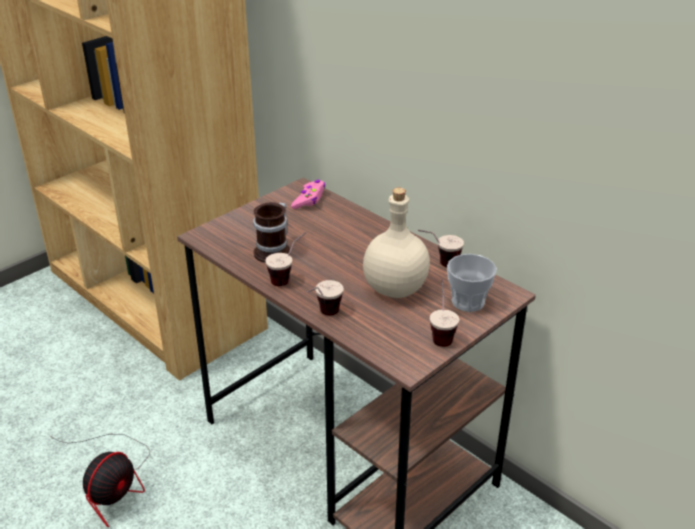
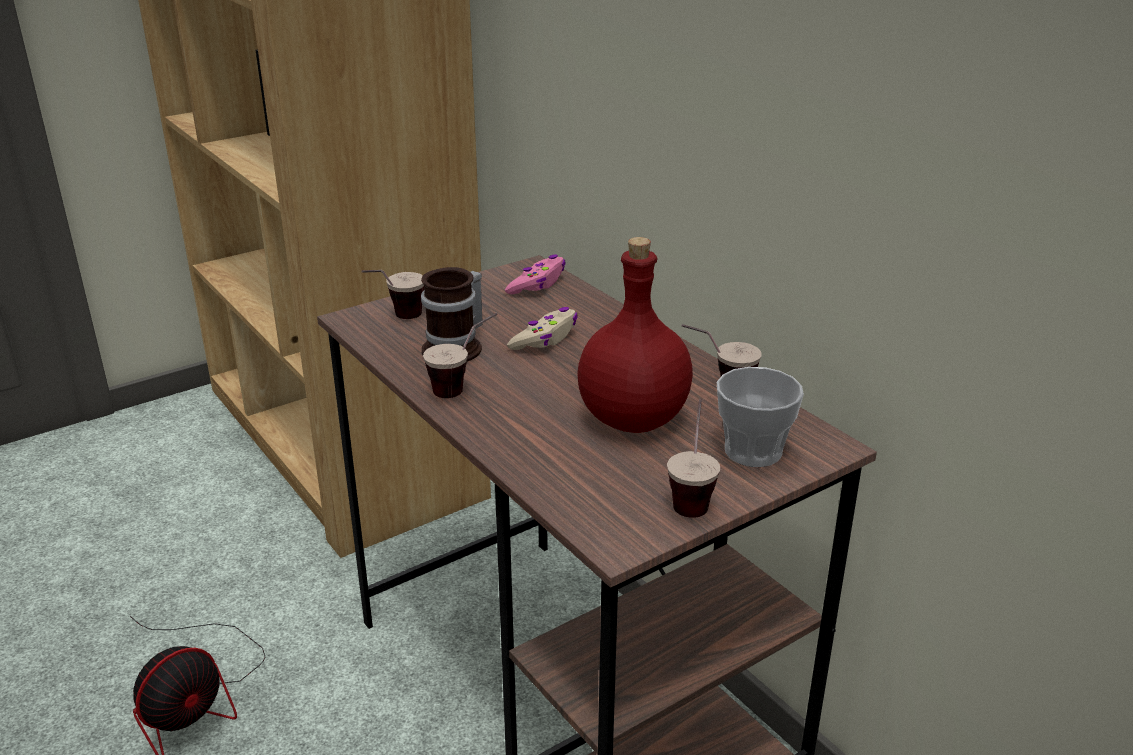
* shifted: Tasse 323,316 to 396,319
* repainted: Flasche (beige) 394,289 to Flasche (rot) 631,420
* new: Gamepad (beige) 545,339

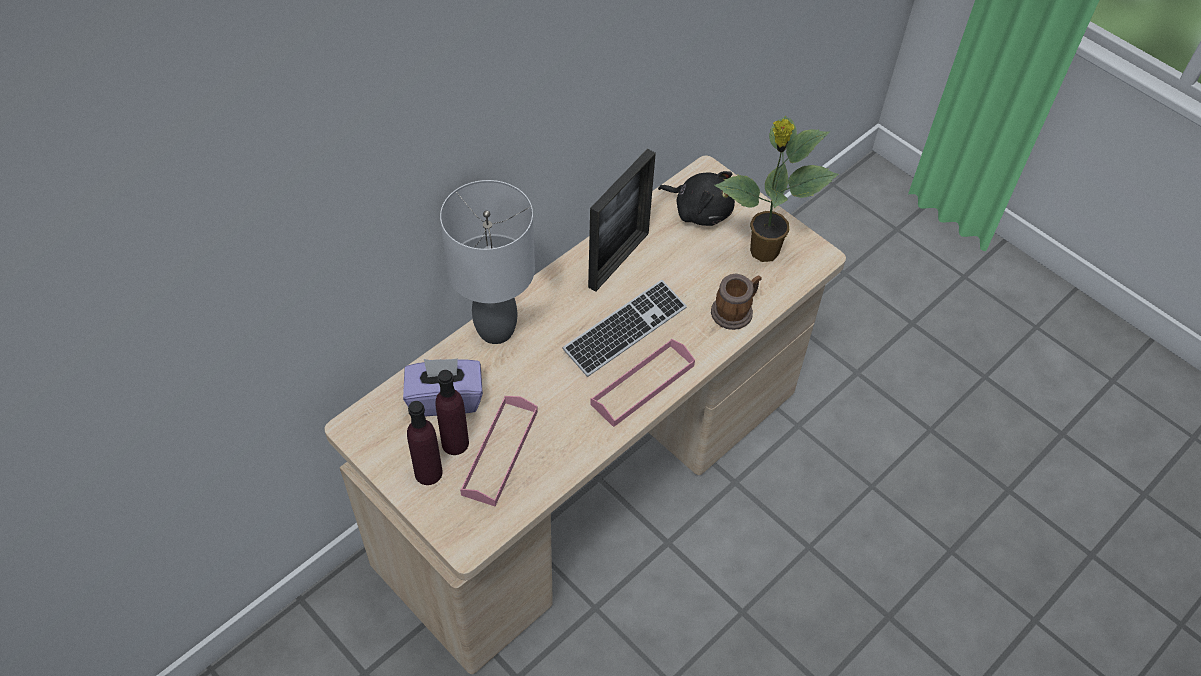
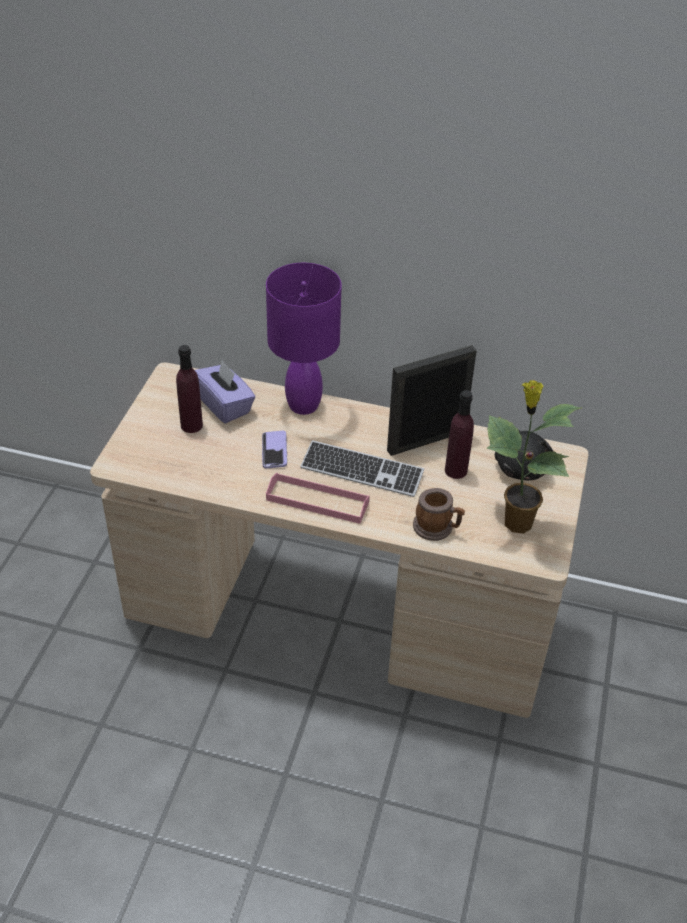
* shifted: Flasche (lila) 428,472 to 456,470
* repainted: Tischlampe (grau) 497,330 to Tischlampe (lila) 304,405
* gone: Tablett (rosa) 500,452
* rotated: Bilderrahmen 618,260 = 426,441 150 degrees clockwise
* new: Handy 274,450

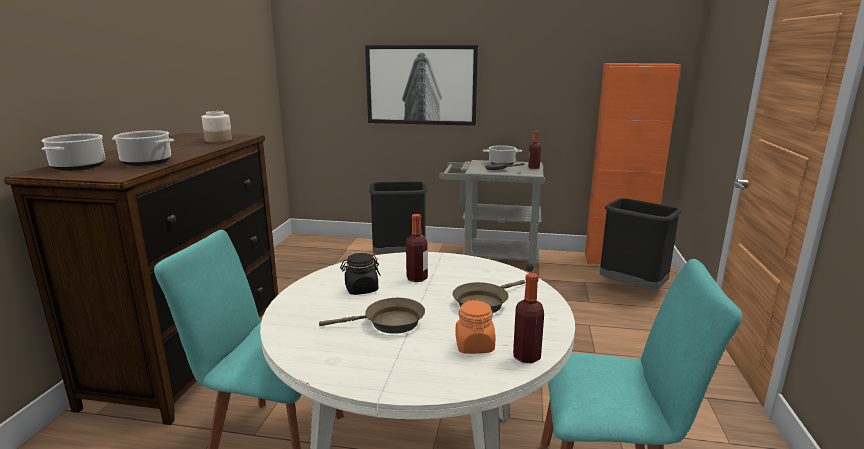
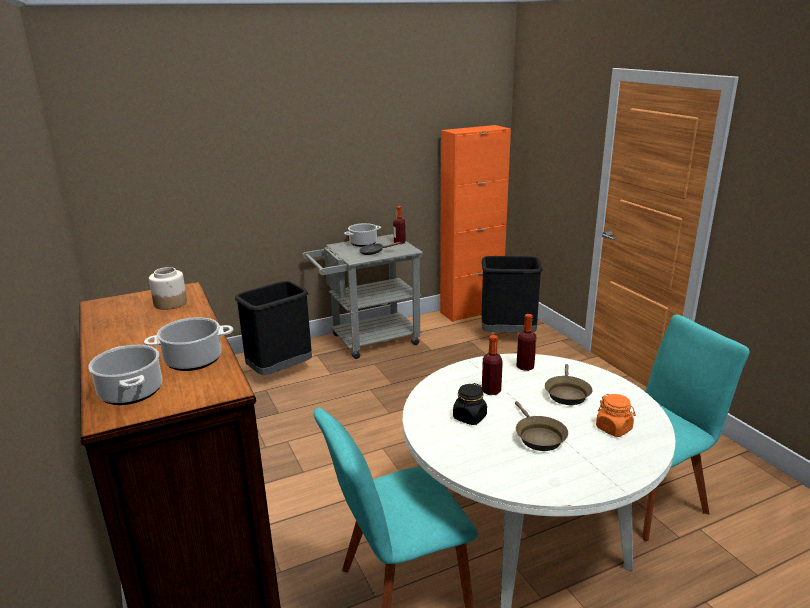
* rotated: Pfanne (braun) 389,323 = 538,436 120 degrees clockwise
* gone: Bild 421,85
* shifted: Flasche 526,356 to 525,367

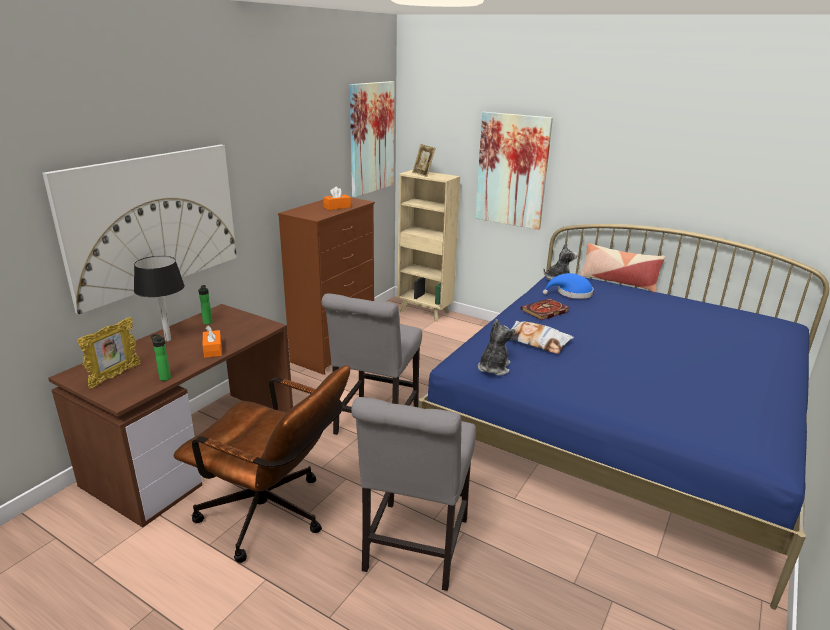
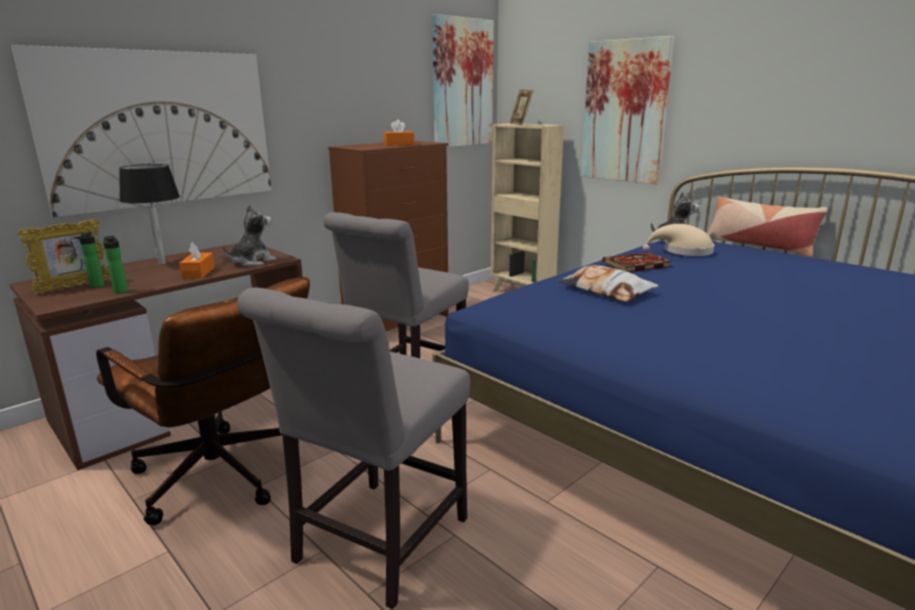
* shifted: Flasche 207,323 to 95,287
* shifted: Plüschtier 493,368 to 252,262
* repainted: Hut (blau) 571,293 to Hut (beige) 683,252

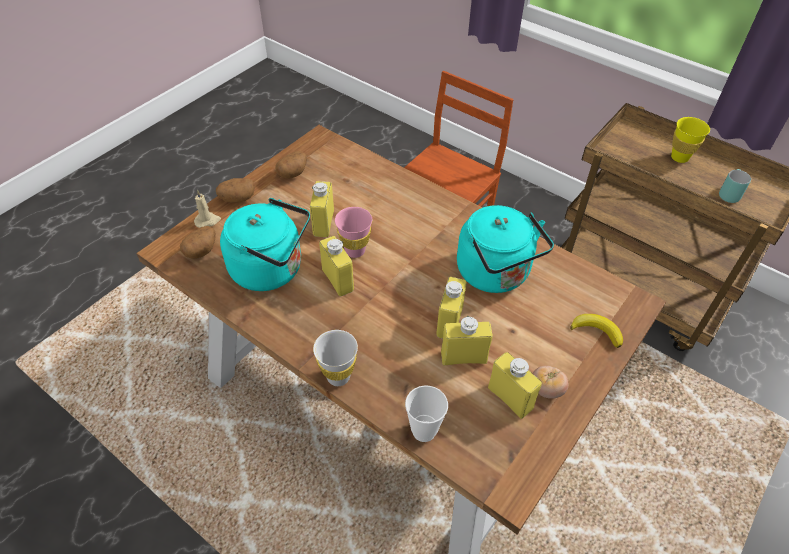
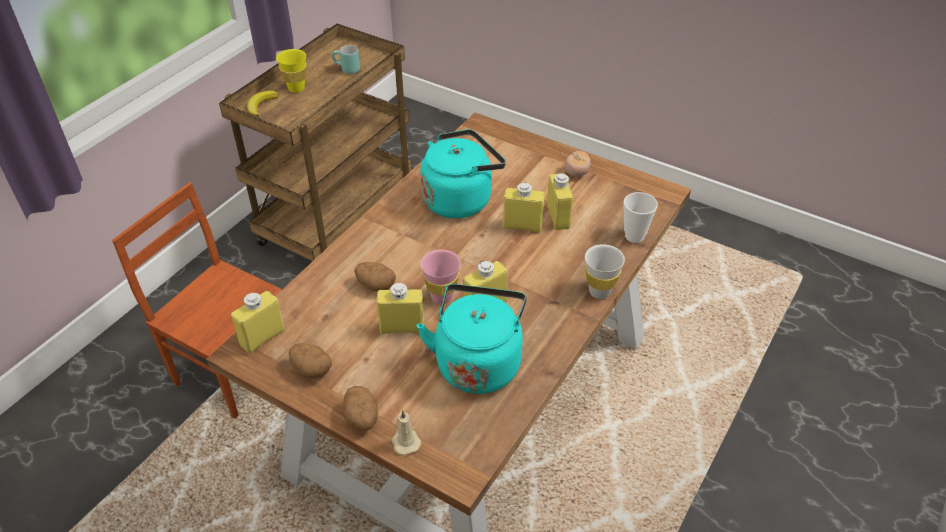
* shifted: Kartoffel 201,251 to 375,285
* shifted: Flasche (gelb) 510,398 to 262,337
* shifted: Banane 597,331 to 261,105

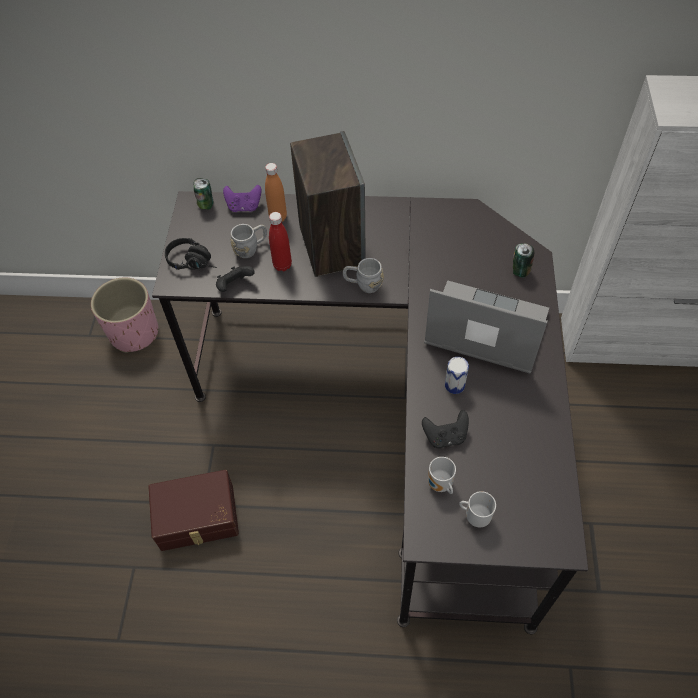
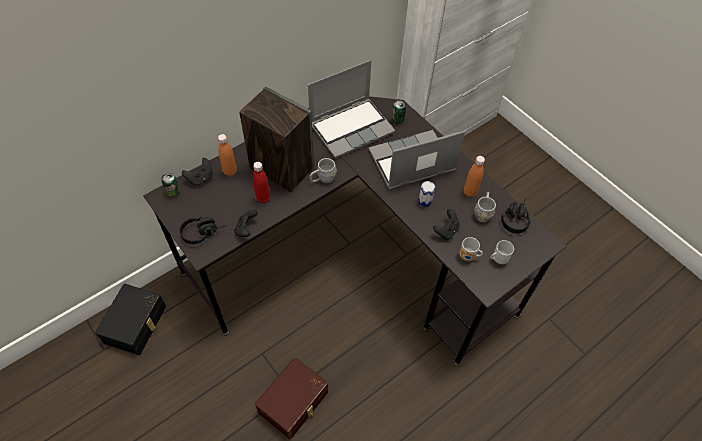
* swapped: Pflanzkübel (rosa) 134,332 to Aufbewahrungsbox (schwarz) 136,324
* repainted: Gamepad (lila) 244,207 to Gamepad (schwarz) 200,178
* shifted: Henkelbecher (grau) 251,248 to 483,212
* new: Laptop 352,128
* new: Flasche (orange) 470,192
* new: Kopfhörer (schwarz) 514,218

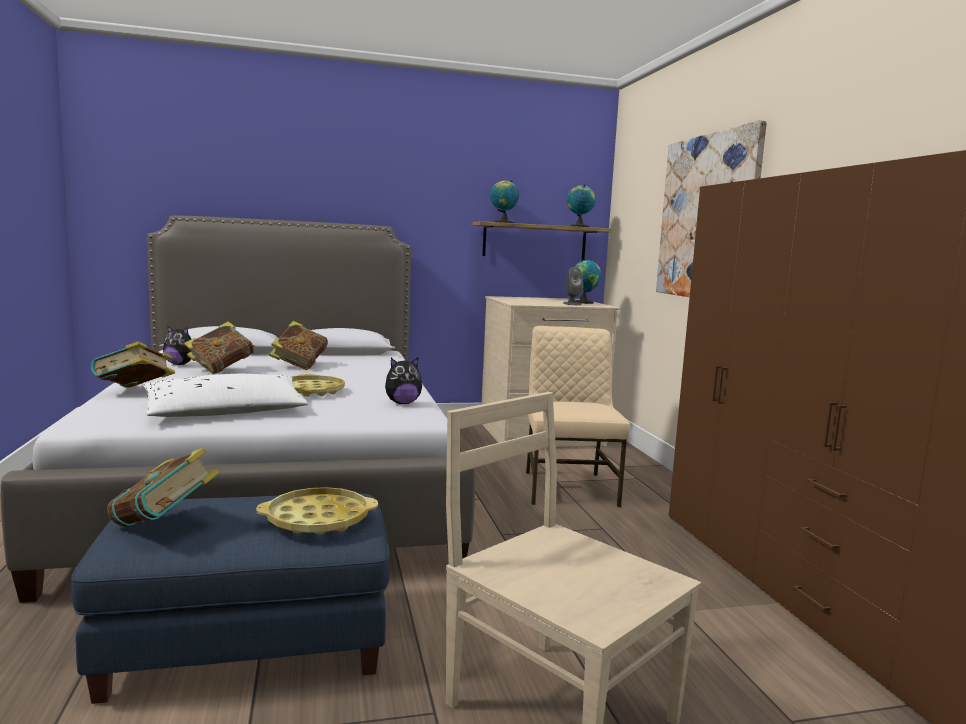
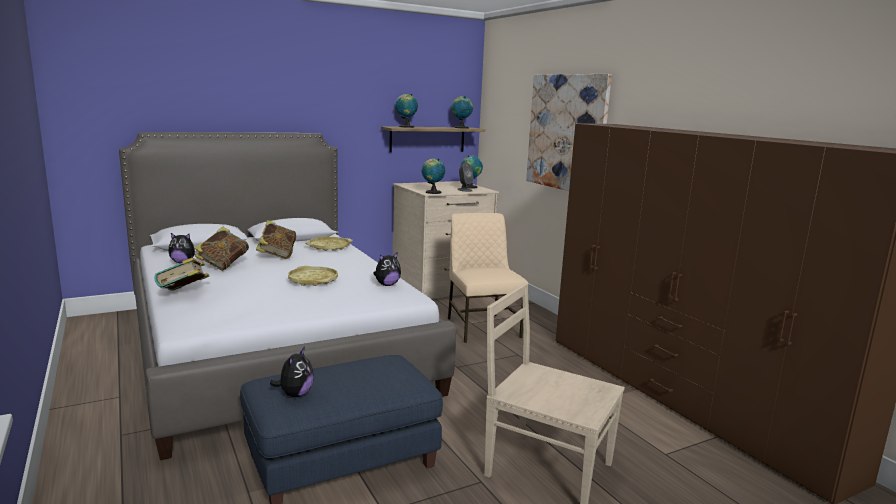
* swapped: Buch 165,526 to Plüschtier 295,394
* gone: Kissen (weiß) 226,412
* shifted: Tablett (gelb) 318,519 to 329,247
* new: Globus 432,192

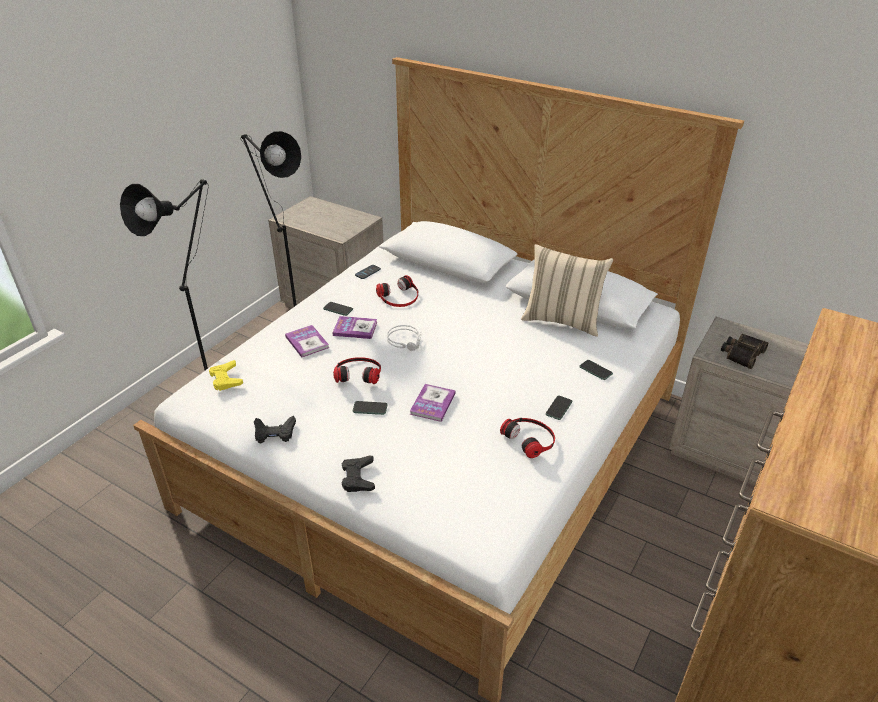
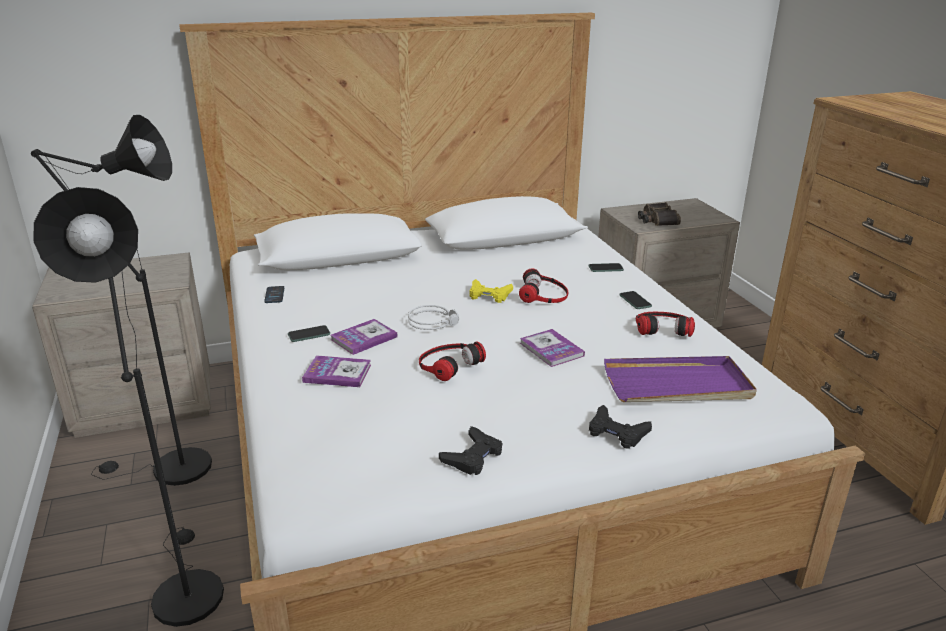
* shifted: Gamepad (gelb) 226,379 to 489,295
* gone: Handy 370,408
* shifted: Kopfhörer 399,297 to 544,294
* gone: Kissen (beige) 562,320
* new: Tablett (lila) 678,385

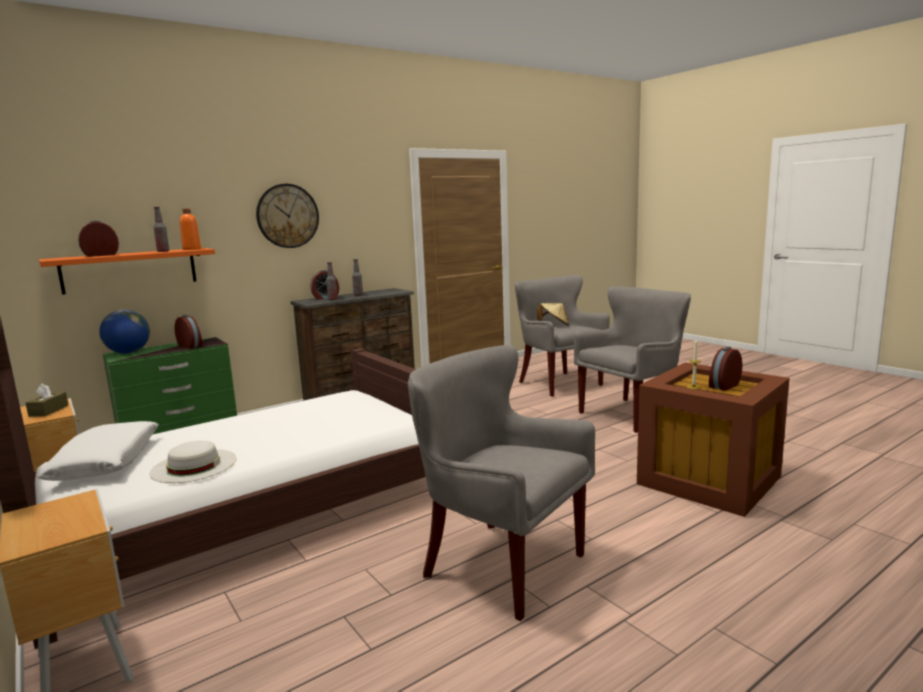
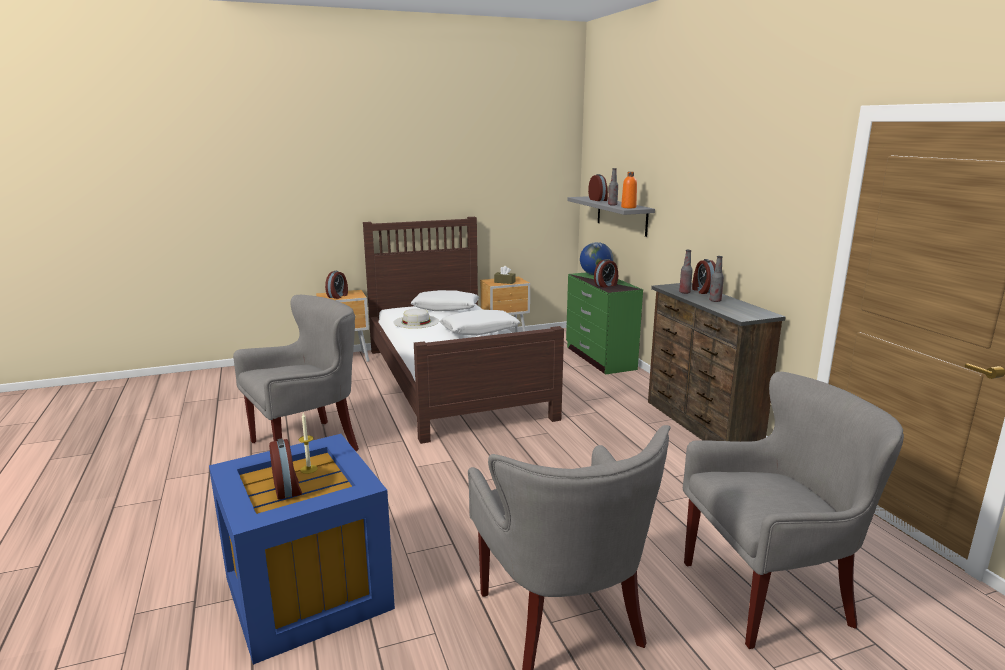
* repainted: Wandregal (orange) 130,270 to Wandregal (grau) 621,215
* gone: Wanduhr 287,216
* gone: Hut (beige) 554,325
* repainted: Aufbewahrungsbox (braun) 710,481 to Aufbewahrungsbox (blau) 305,592
* new: Wecker 338,296
* new: Kissen (weiß) 479,330

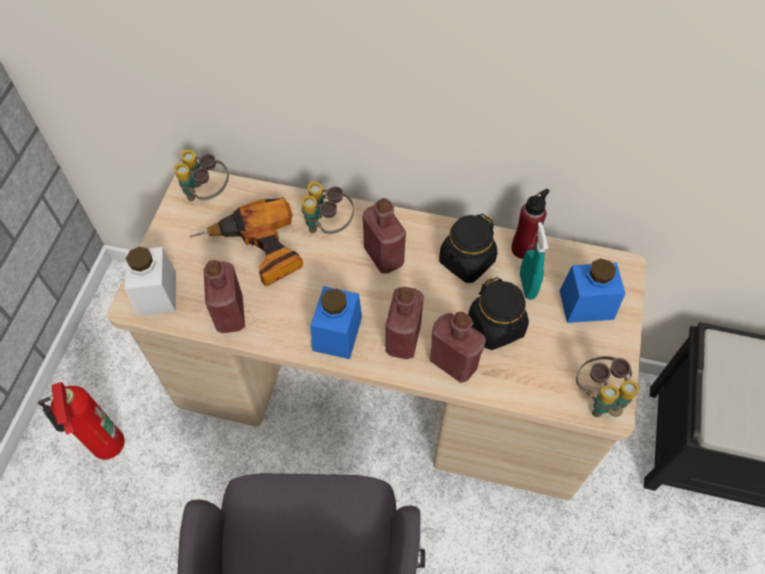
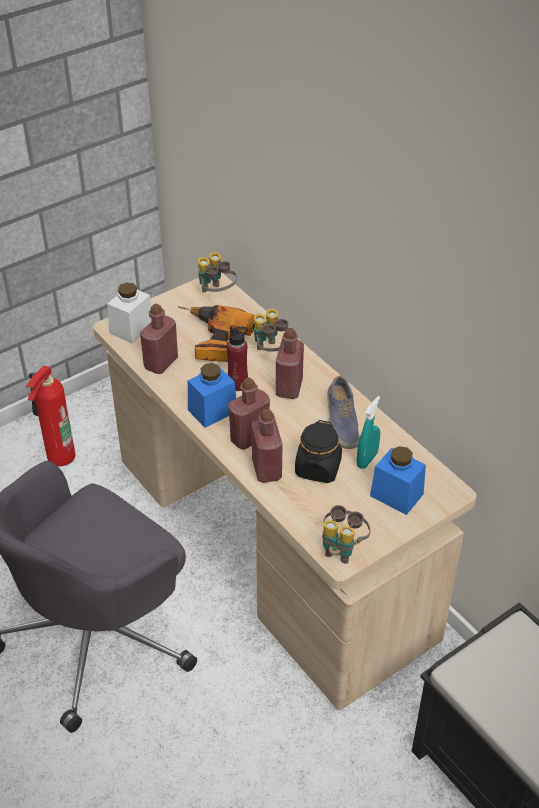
* swapped: Vorratsglas (schwarz) 466,261 to Schuh 341,422
* shifted: Flasche (rot) 523,249 to 238,384

